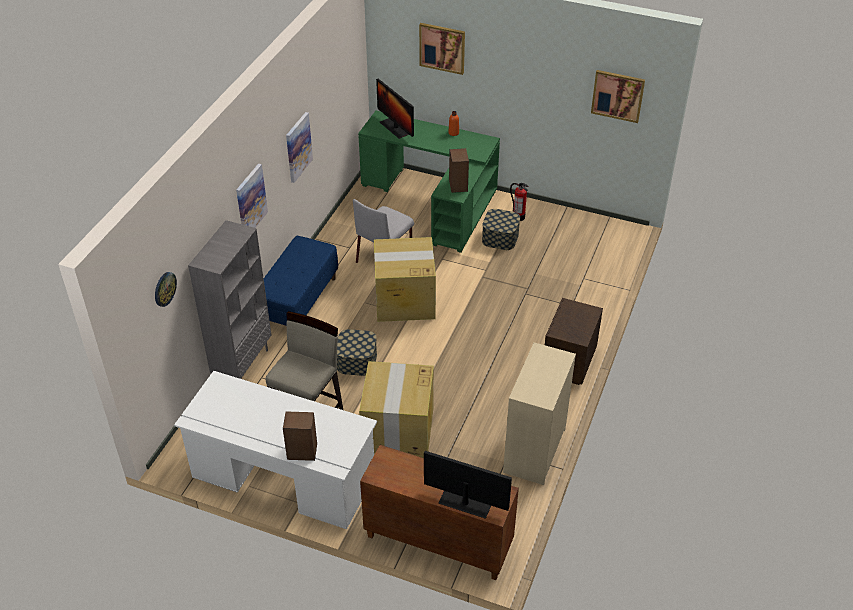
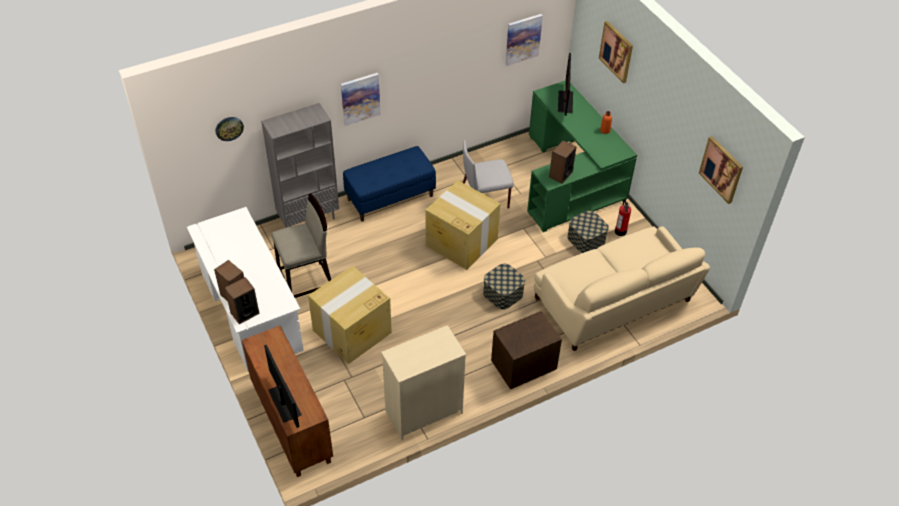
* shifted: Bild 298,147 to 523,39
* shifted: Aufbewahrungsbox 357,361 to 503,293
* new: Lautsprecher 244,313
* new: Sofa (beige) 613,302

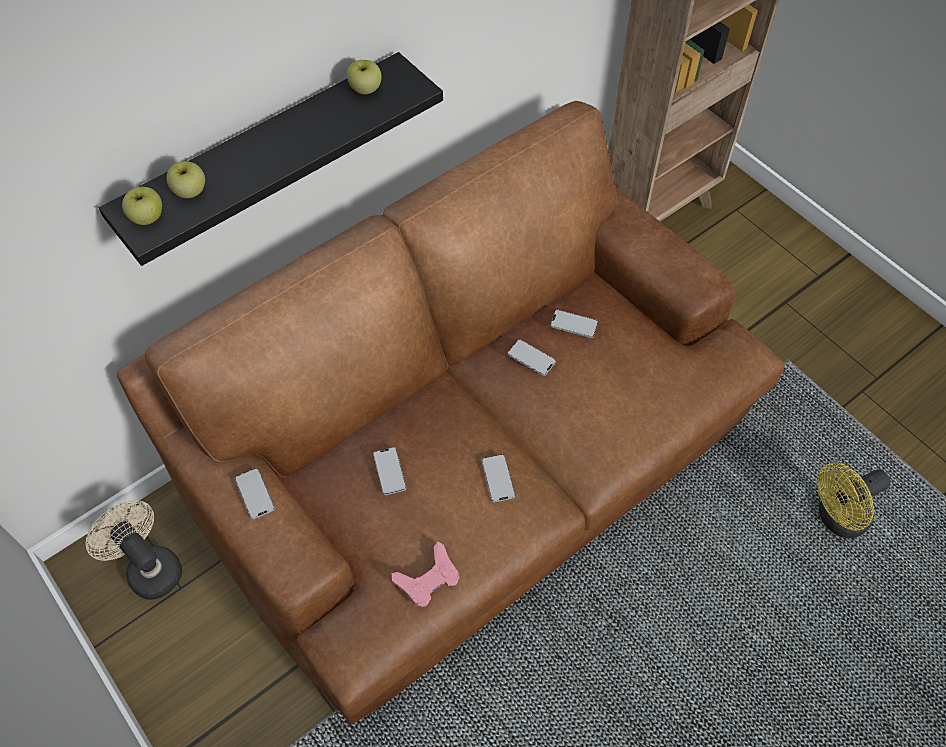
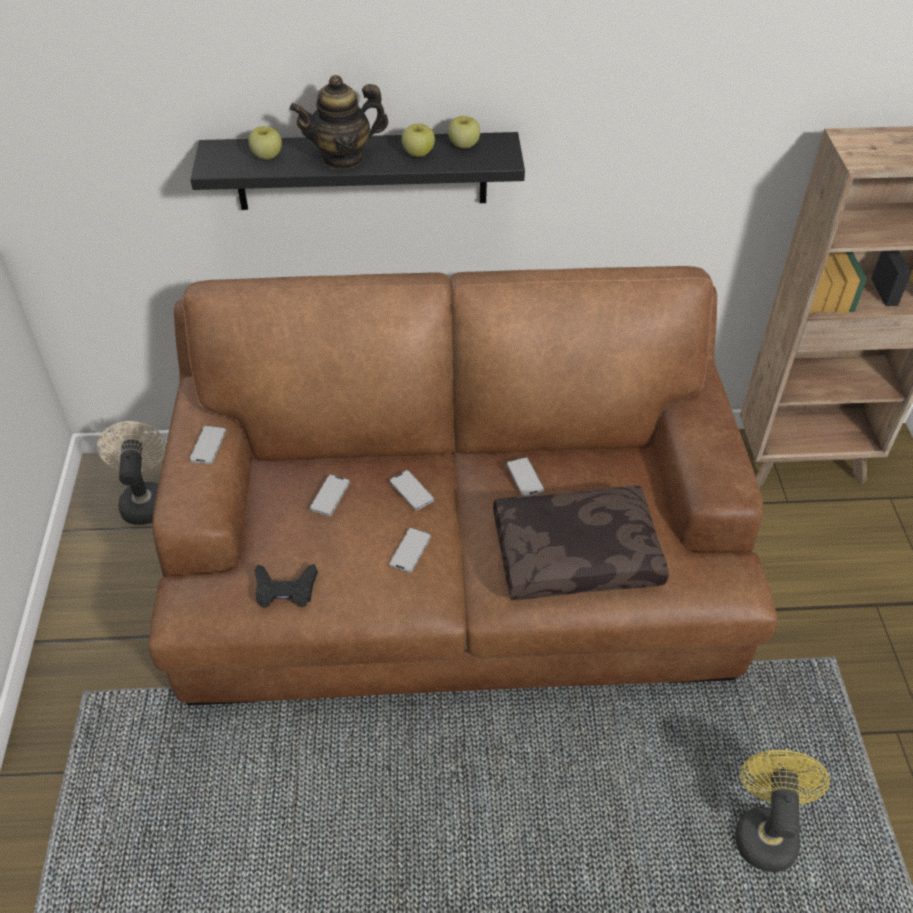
* shifted: Apfel 147,217 to 418,153
* repainted: Gamepad (rosa) 428,579 to Gamepad (schwarz) 285,590
* shifted: Handy 574,324 to 411,491
* rotated: Ventilator (gelb) 836,519 = 765,830 90 degrees clockwise
* new: Teekanne 343,158
* new: Kissen (braun) 576,552

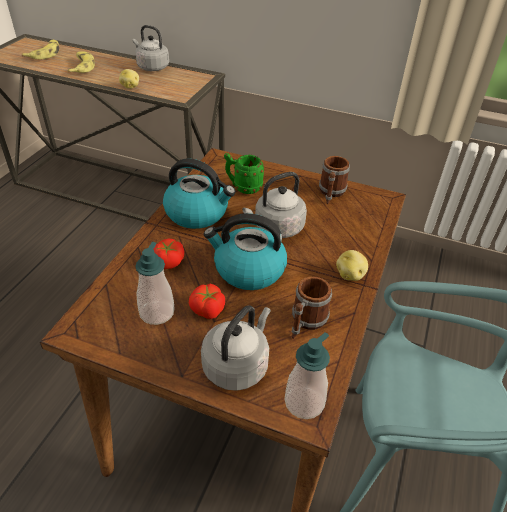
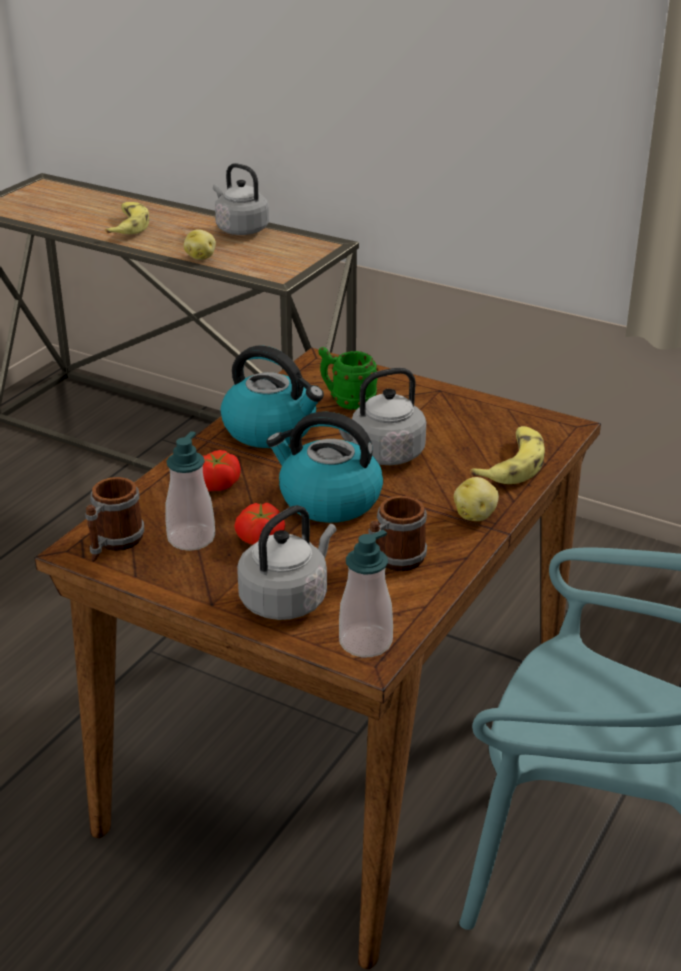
* shifted: Banane 45,54 to 512,464
* shifted: Henkelbecher 331,193 to 113,543

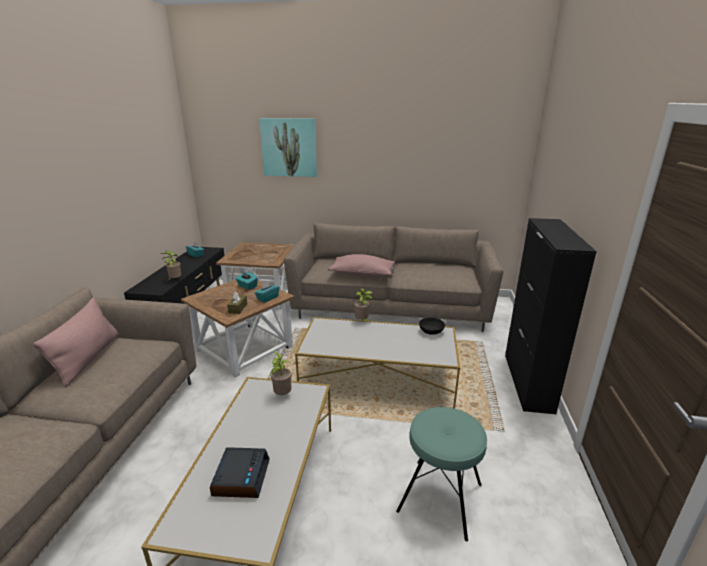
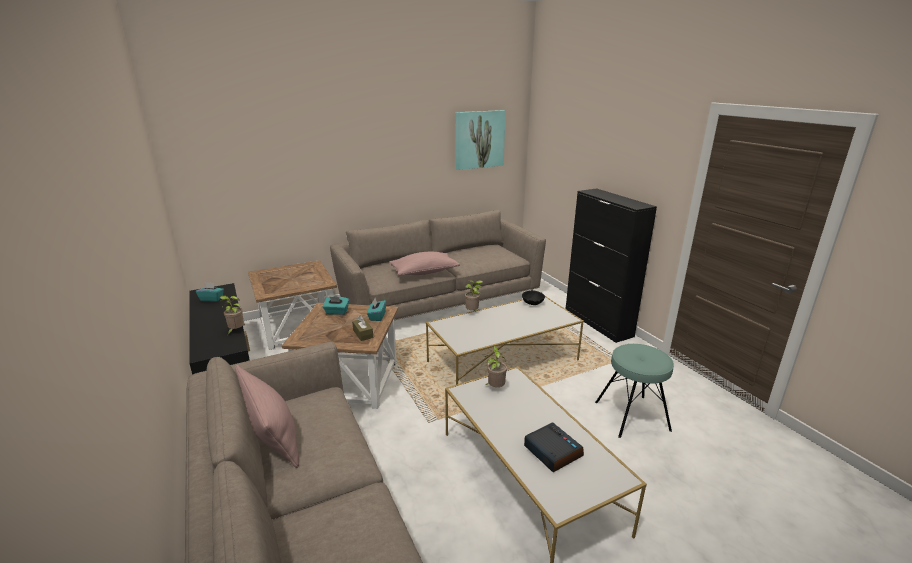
* shifted: Bild 289,147 to 479,139

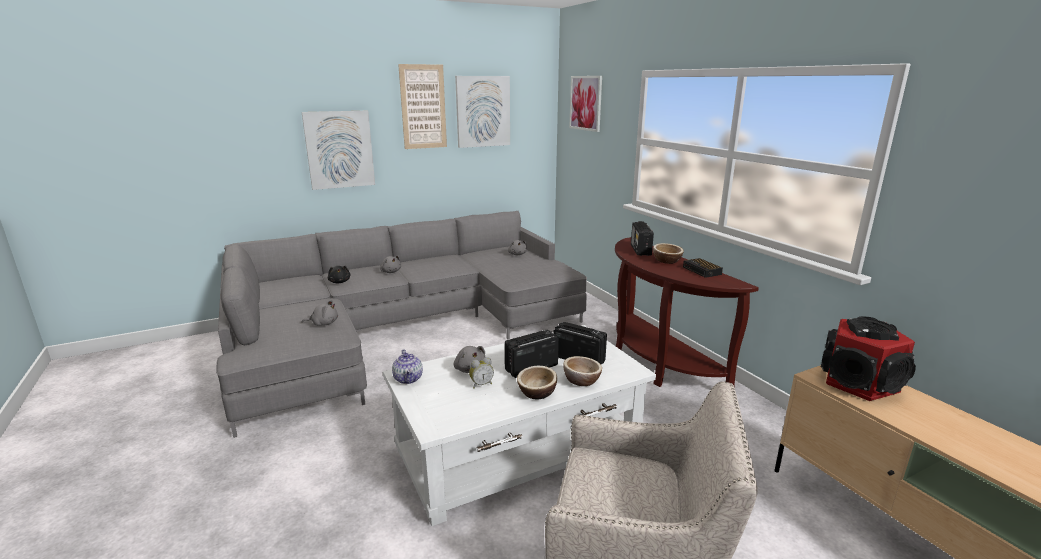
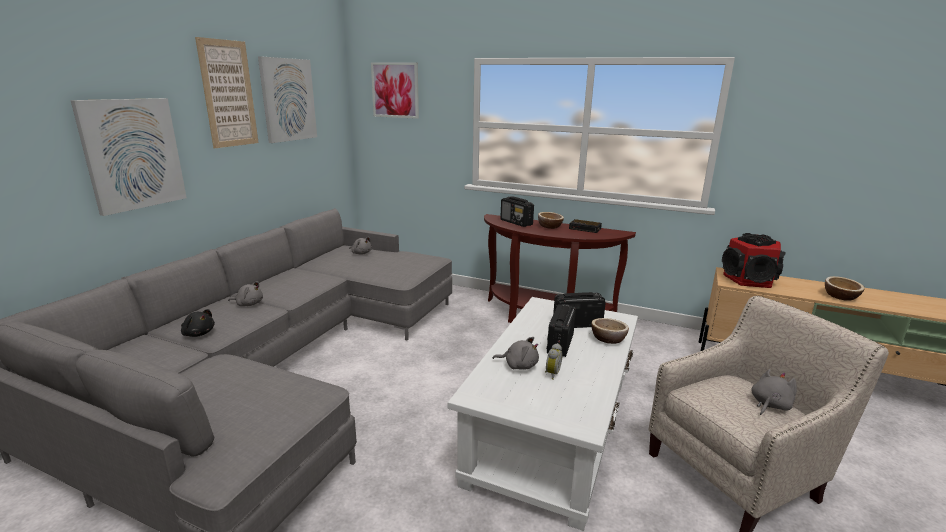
* shifted: Plüschtier (grau) 323,323 to 769,405
* gone: Teekanne 408,379
* shifted: Schüssel 537,392 to 840,296

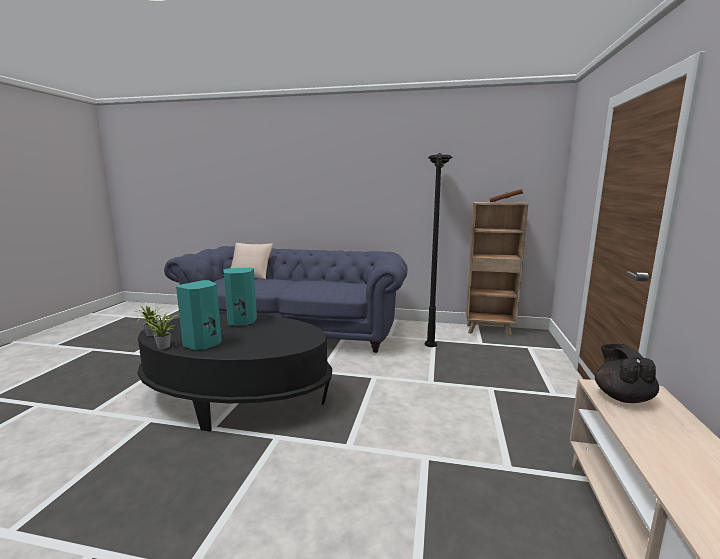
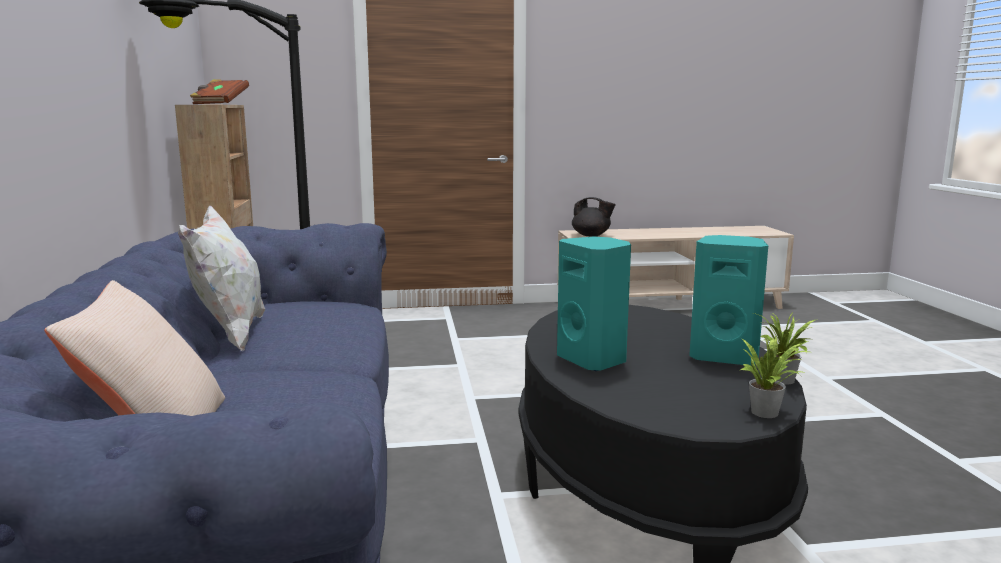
* rotated: Teekanne (schwarz) 622,397 = 591,235 135 degrees counterclockwise
* new: Kissen (weiß) 230,334

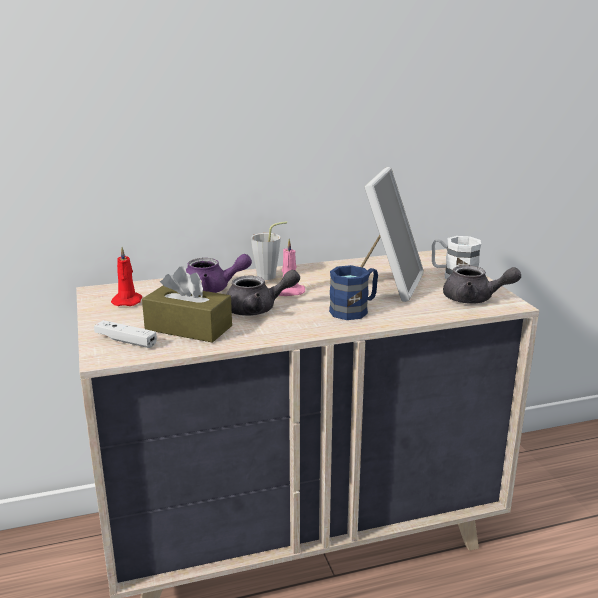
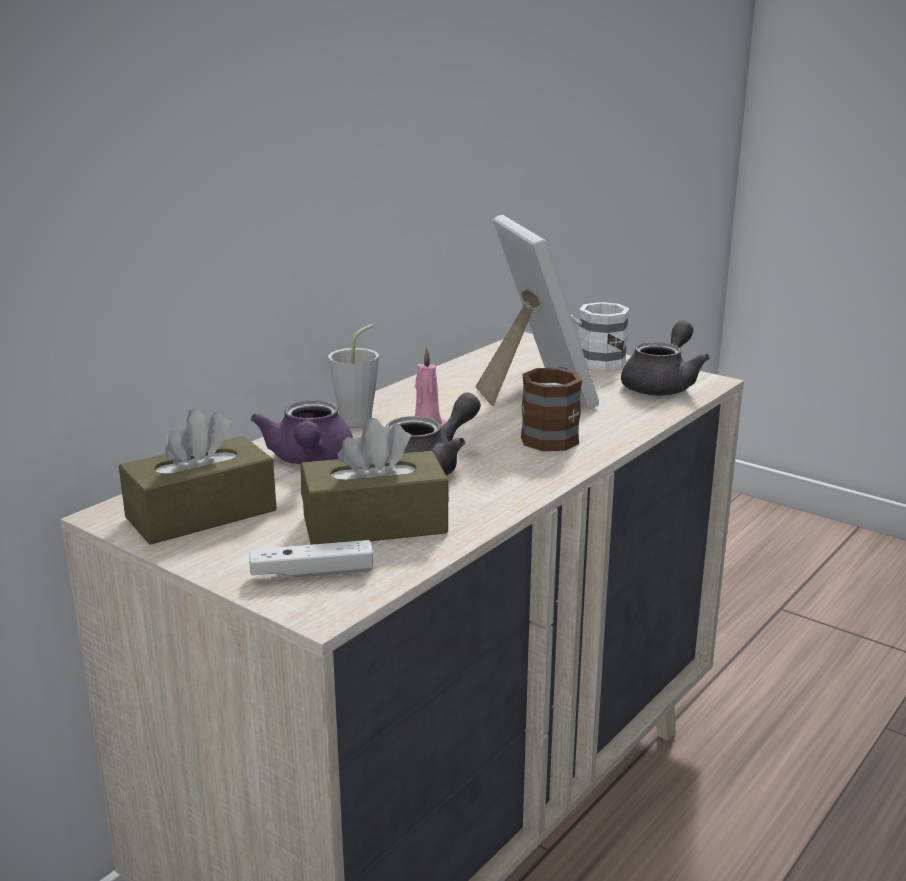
* swapped: Kerze (rot) 127,301 to Taschentuchbox (braun) 201,514
* rotated: Teekanne (lila) 212,289 = 310,460 120 degrees clockwise
* repainted: Henkelbecher (blau) 355,310 to Henkelbecher (braun) 552,435
* rotated: Teekanne (grau) 474,299 = 662,385 45 degrees counterclockwise

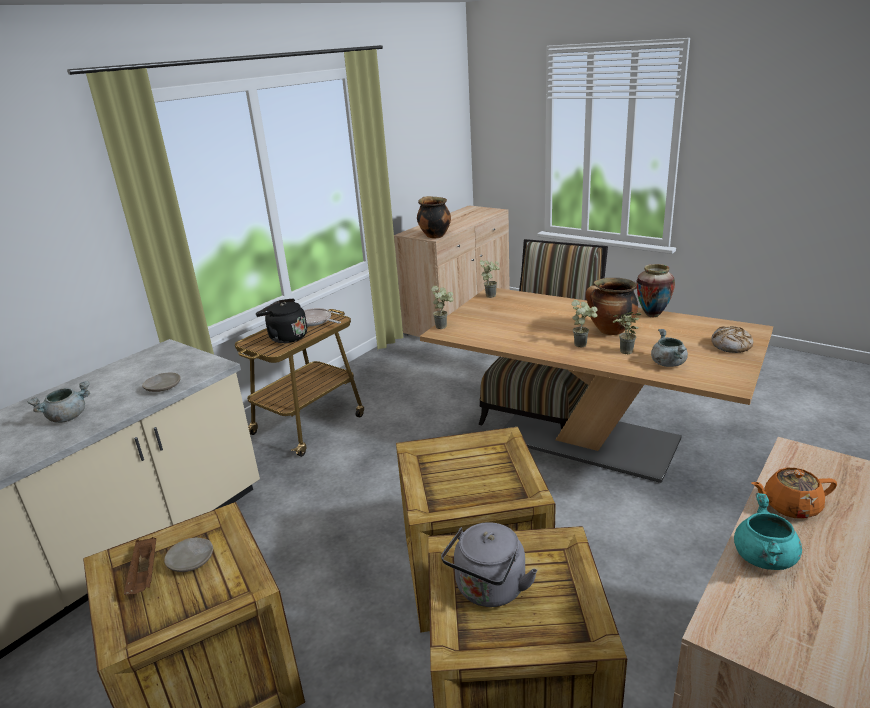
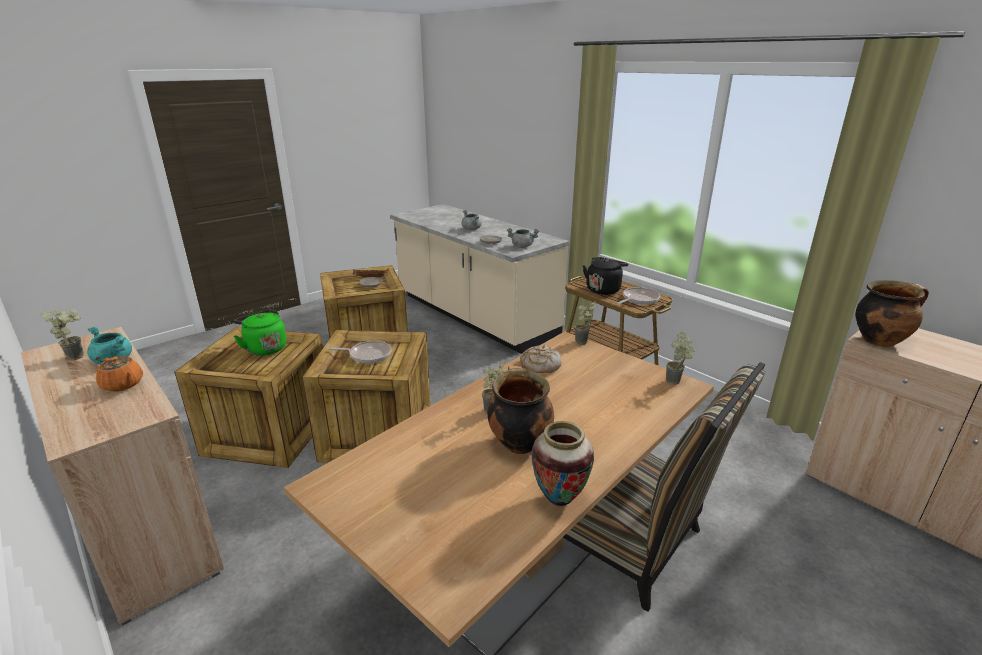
* repainted: Wasserkessel (grau) 488,590 to Wasserkessel (grün) 265,348
* shifted: Topfpflanze 623,353 to 77,355
* shifted: Kochtopf (grau) 667,363 to 522,246
* shifted: Brot 731,346 to 540,365
* rotated: Teekanne (orange) 790,506 = 123,385 120 degrees clockwise
* new: Pfanne 368,355

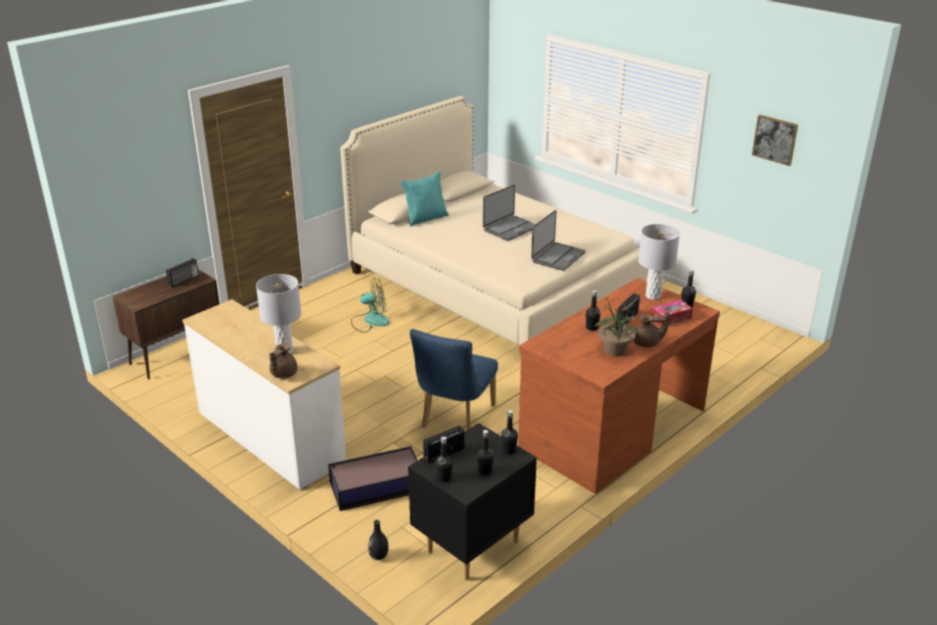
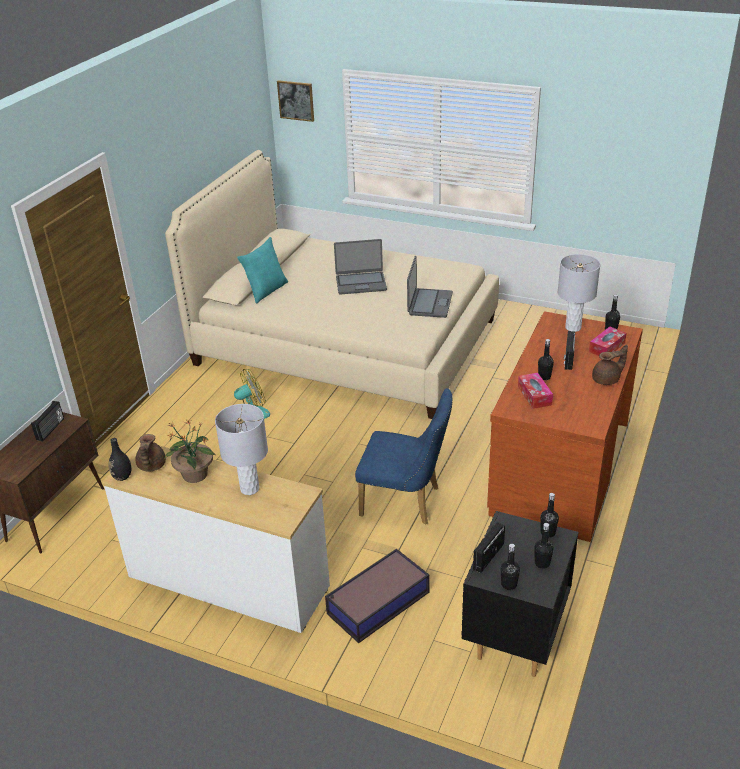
* shifted: Teekanne (braun) 283,374 to 151,466
* shifted: Vase (schwarz) 378,556 to 122,477
* rotated: Stuhl (blau) 454,419 = 406,502 75 degrees counterclockwise
* rotated: Laptop 510,229 = 361,283 60 degrees clockwise
* shifted: Topfpflanze 615,351 to 195,475
* shifted: Bild 775,139 to 296,100
* new: Taschentuchbox 534,395

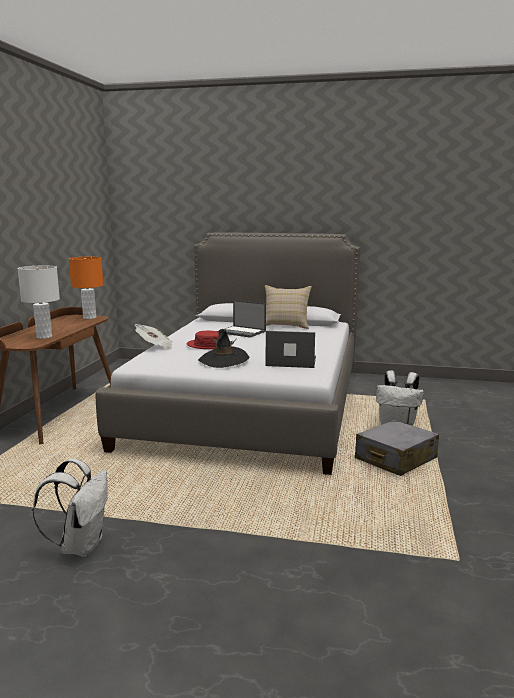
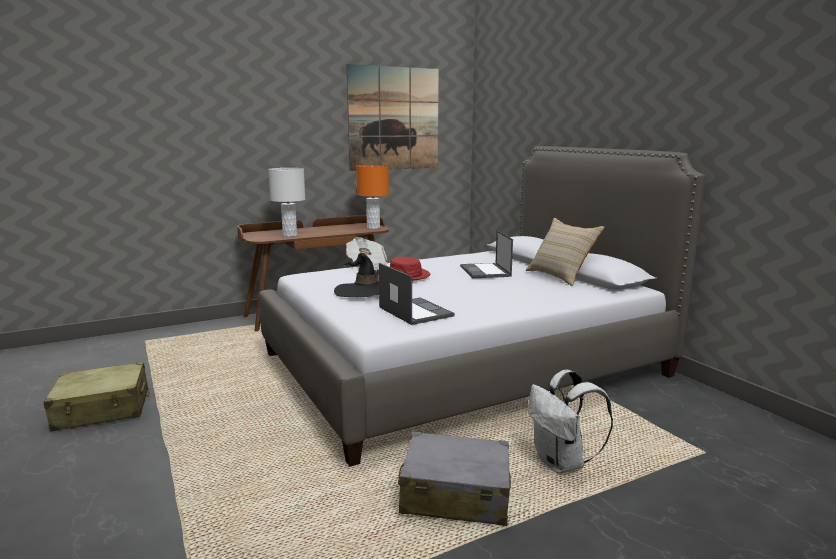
* swapped: Rucksack (weiß) 81,545 to Koffer (beige) 102,410
* new: Bild 394,118

